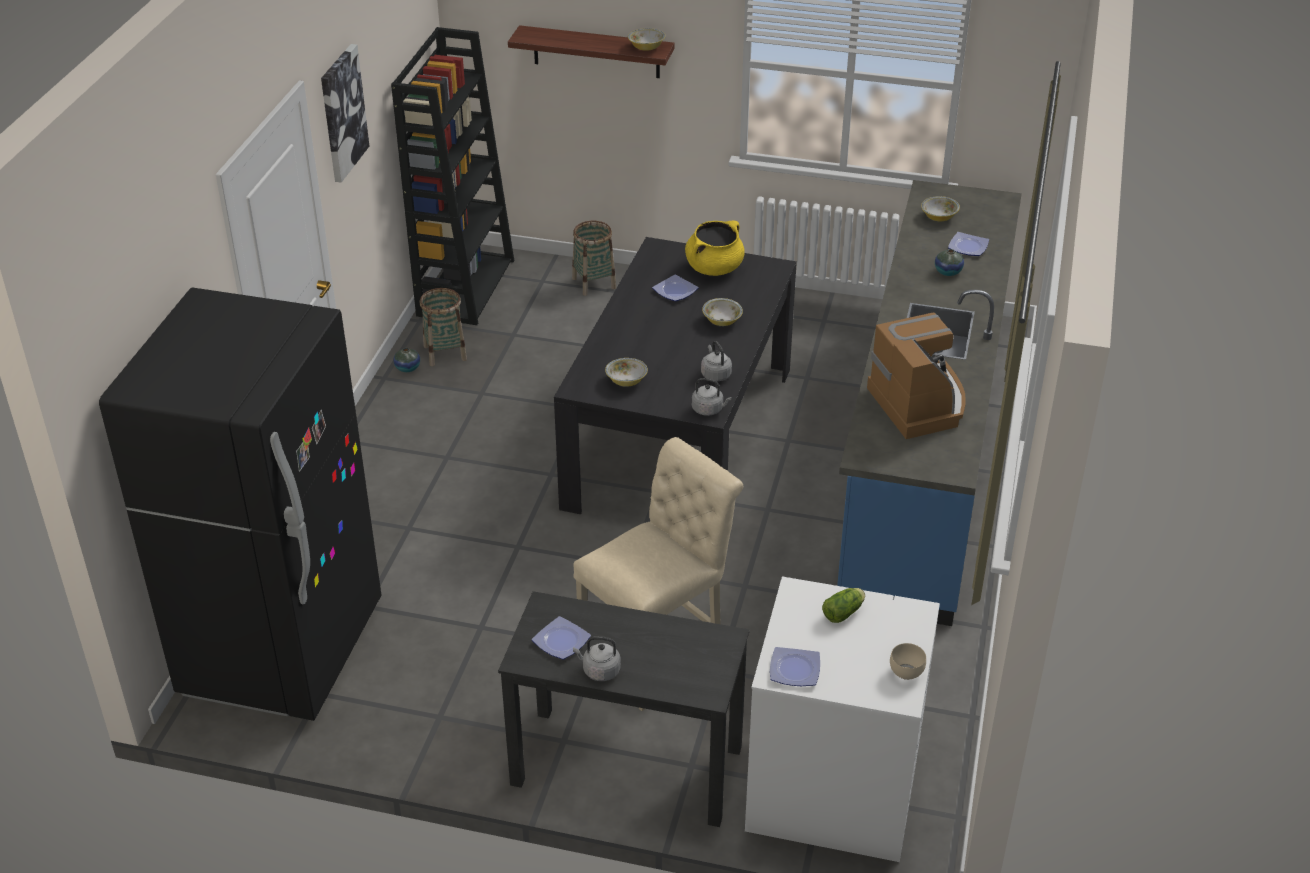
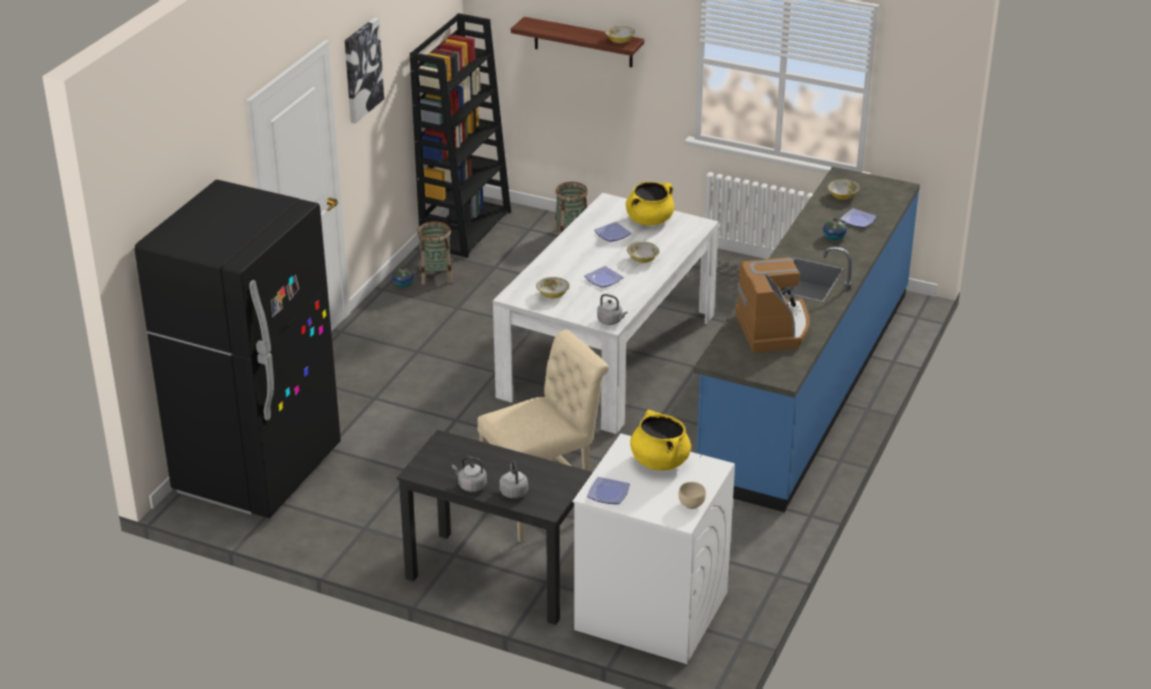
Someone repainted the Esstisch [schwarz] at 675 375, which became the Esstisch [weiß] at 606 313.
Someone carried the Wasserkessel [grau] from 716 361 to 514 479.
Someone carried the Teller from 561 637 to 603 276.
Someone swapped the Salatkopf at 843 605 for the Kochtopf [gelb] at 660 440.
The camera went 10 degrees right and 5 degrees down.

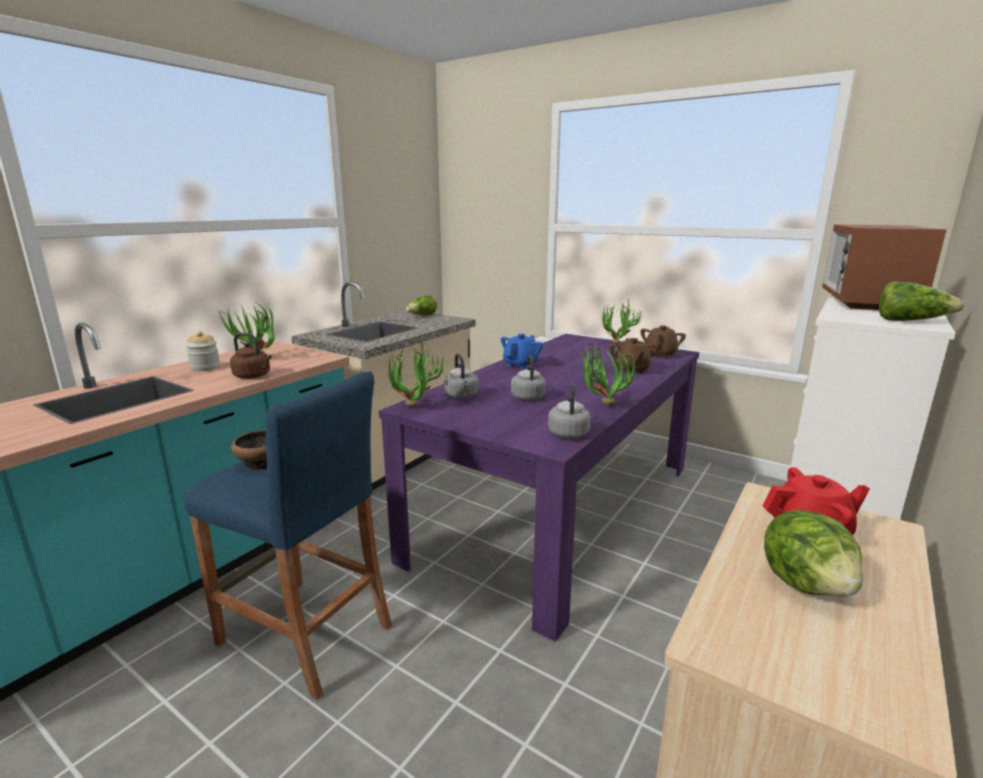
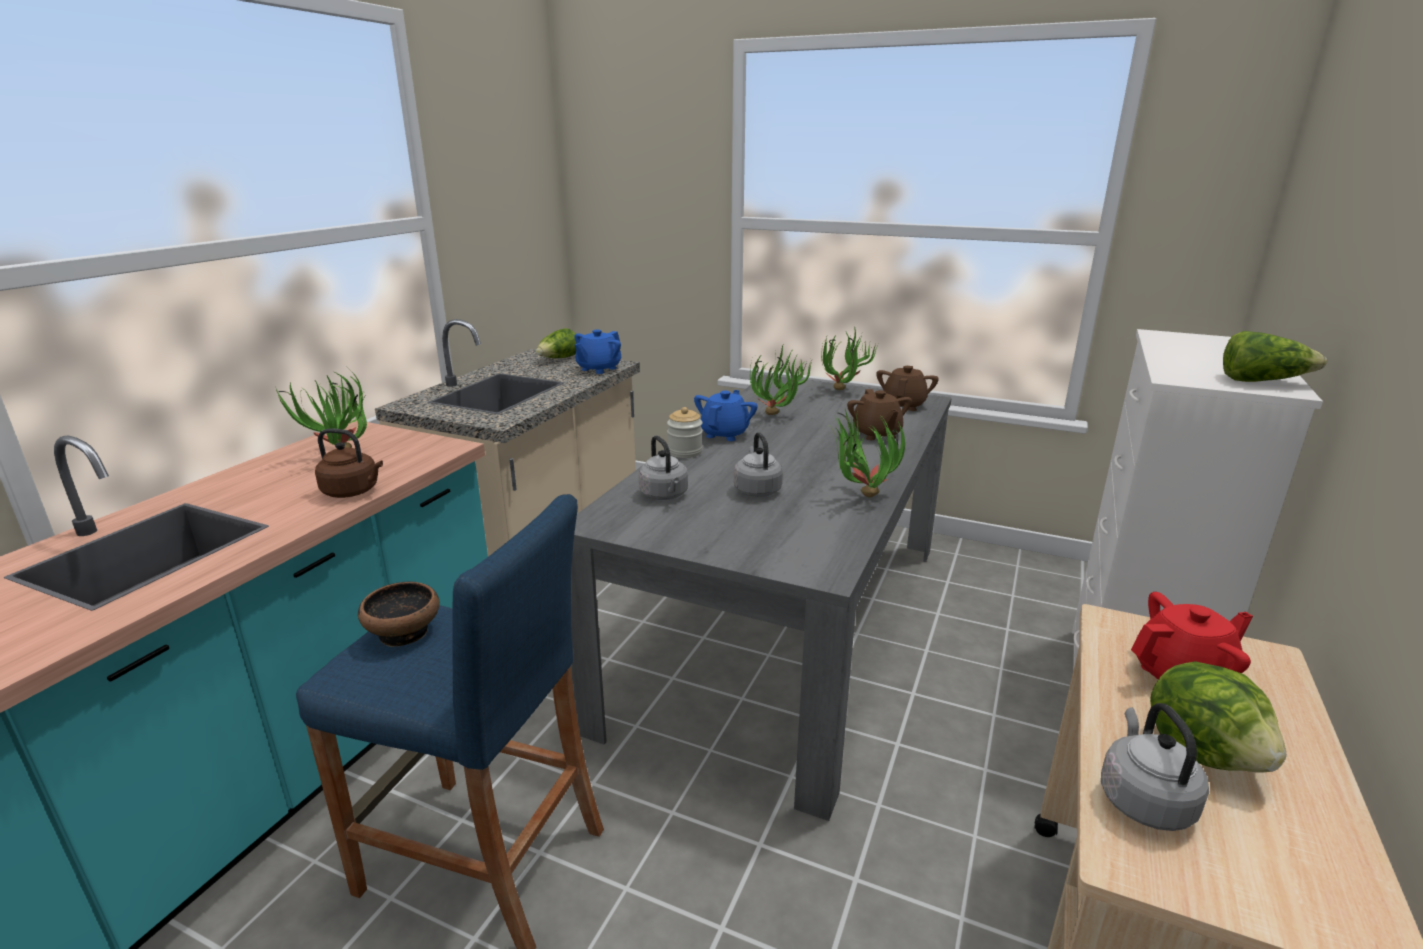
Someone repainted the Esstisch [lila] at 539 488, which became the Esstisch [grau] at 761 598.
Someone put down the Teekanne [blau] at 597 352.
Someone carried the Vorratsglas from 203 351 to 685 432.
Someone carried the Topfpflanze from 416 374 to 781 380.
Someone carried the Wasserkessel [grau] from 569 411 to 1155 767.
Someone took away the Mikrowelle at 884 267.
The camera went 10 degrees left and 5 degrees up.

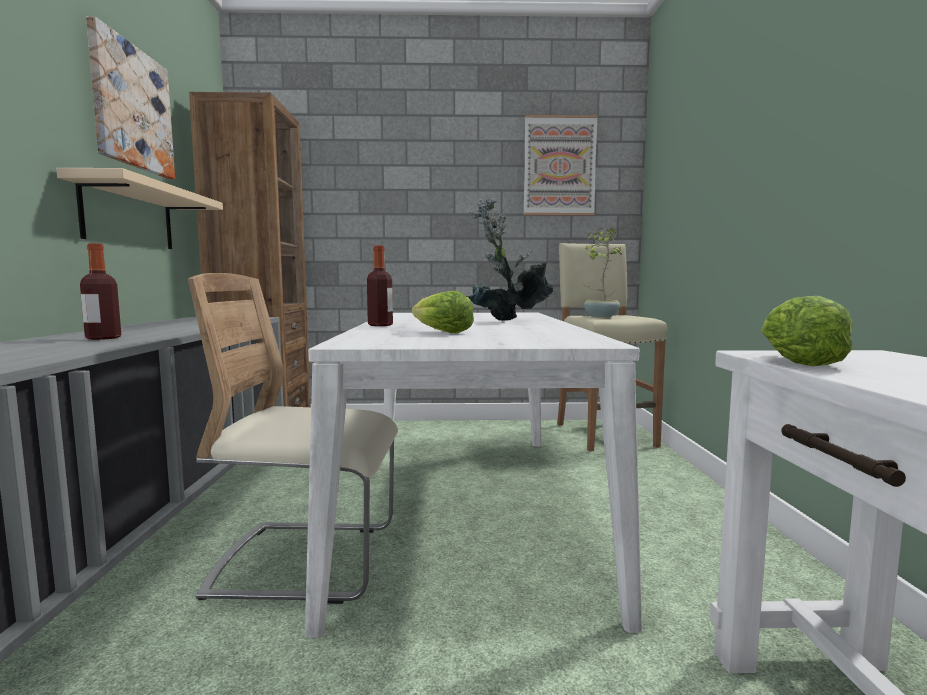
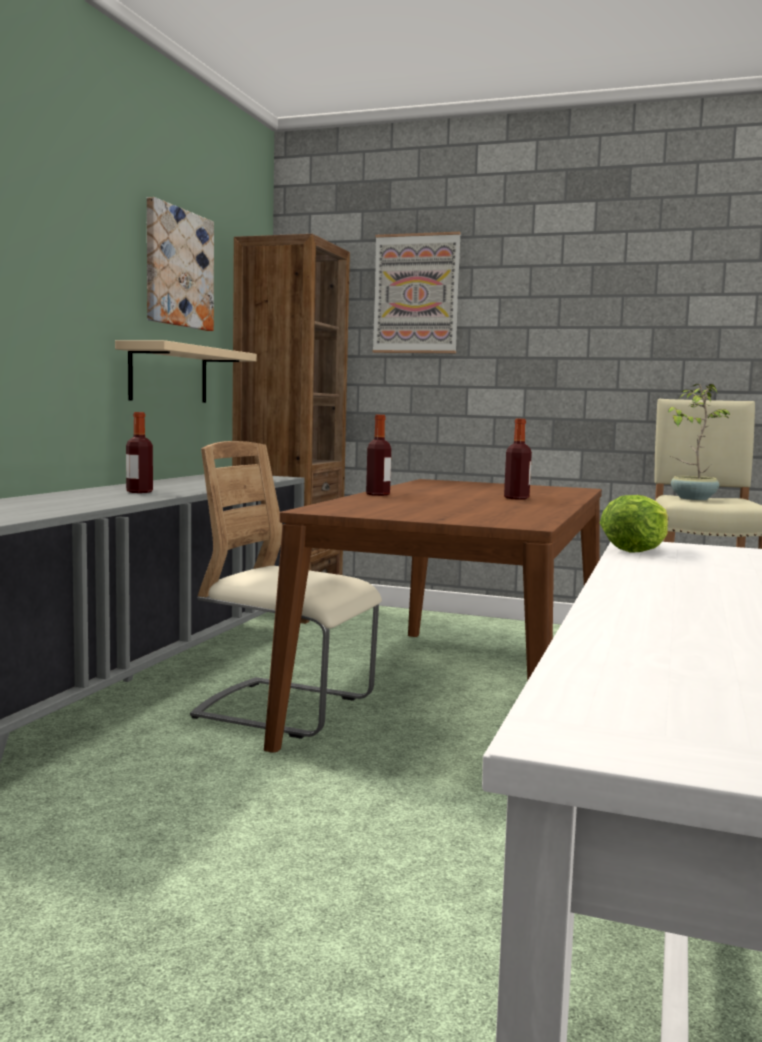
Someone repainted the Esstisch [weiß] at 473 475, which became the Esstisch [braun] at 433 616.
Someone carried the Bild from 561 165 to 417 292.
Someone swapped the Topfpflanze at 510 259 for the Flasche at 518 459.
Someone took away the Salatkopf at 443 312.
The camera went 20 degrees right and 0 degrees up.

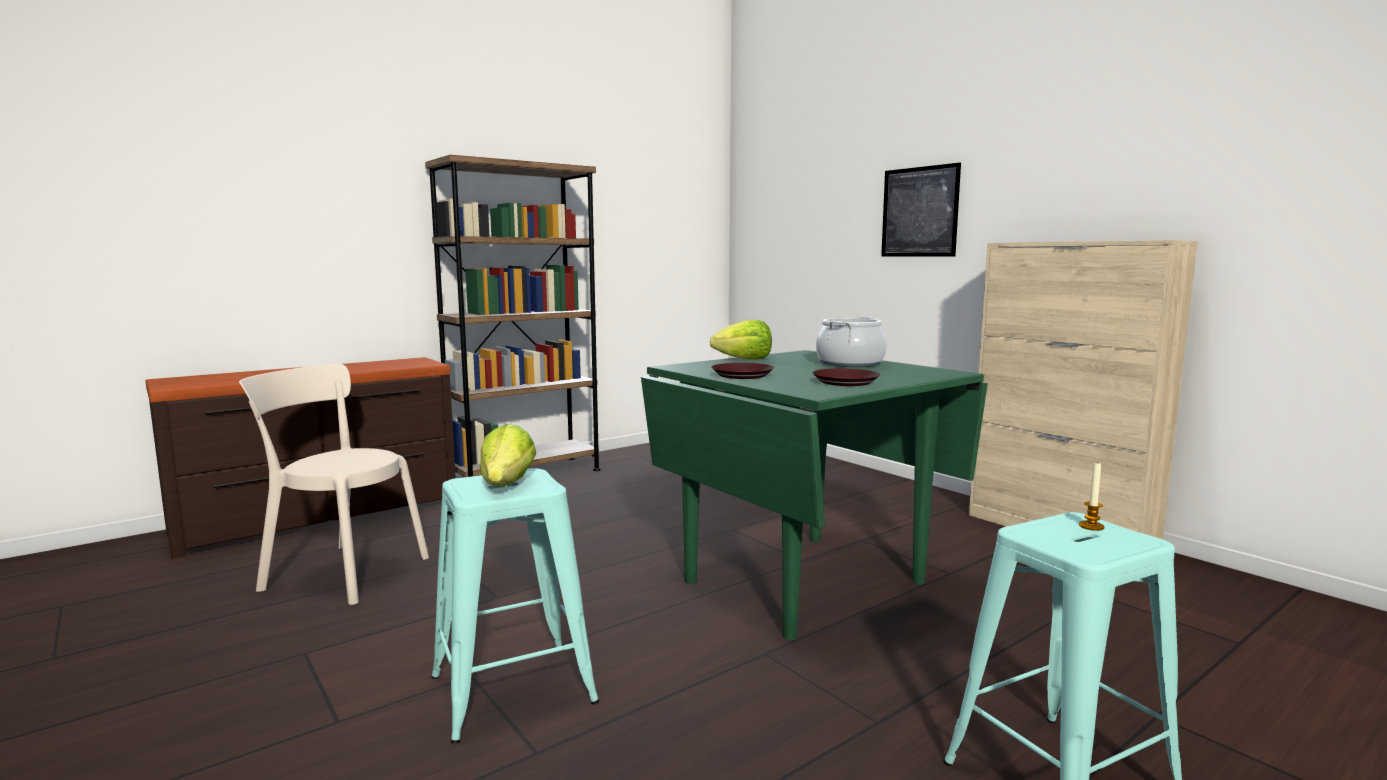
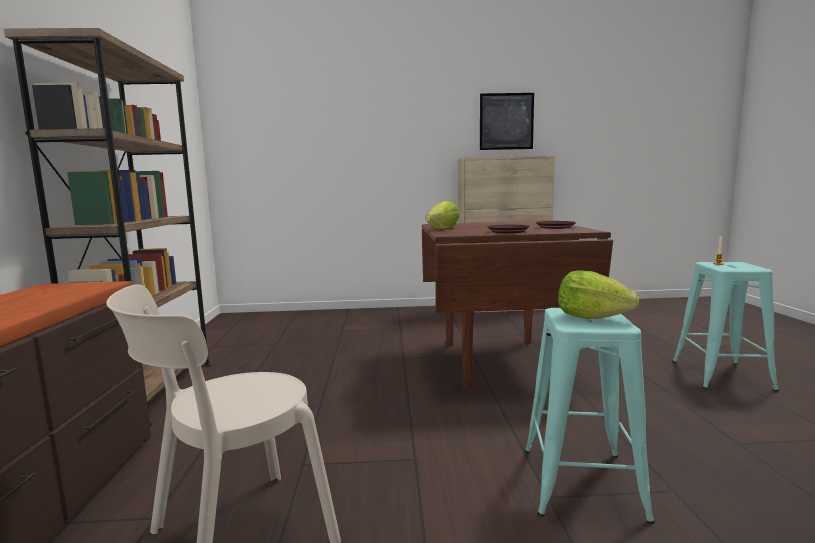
Someone repainted the Esstisch [grün] at 814 495, which became the Esstisch [braun] at 517 305.
Someone carried the Bild from 921 210 to 507 121.
Someone took away the Kochtopf at 851 341.
The camera went 55 degrees left and 0 degrees up.

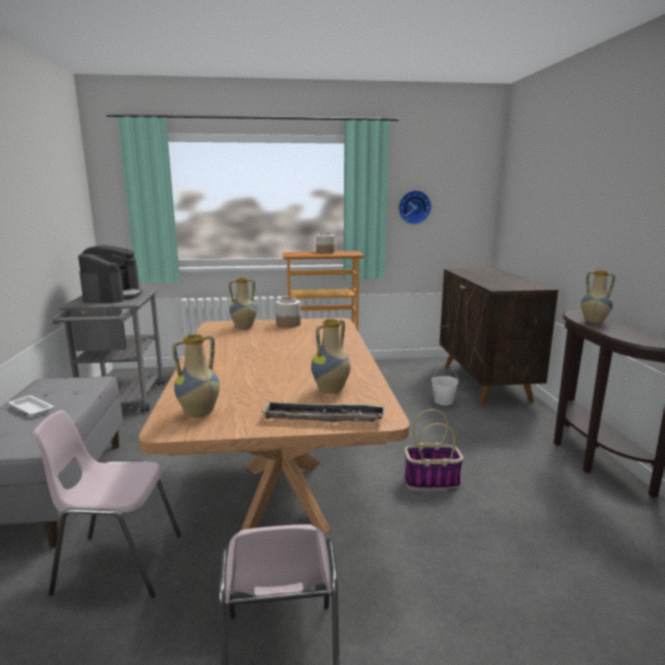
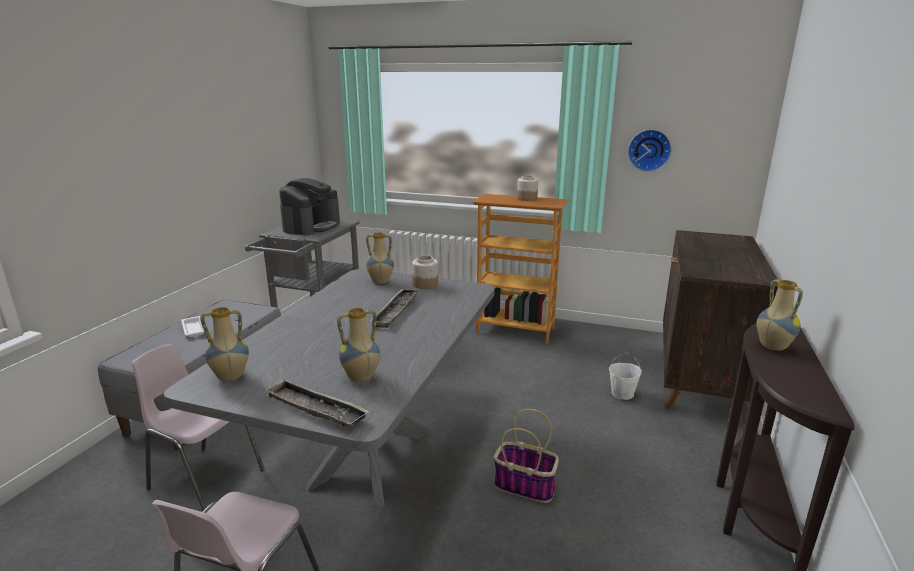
Someone repainted the Esstisch [braun] at 274 426, which became the Esstisch [grau] at 329 389.
Someone put down the Tablett at 394 308.
The camera went 25 degrees right and 5 degrees up.

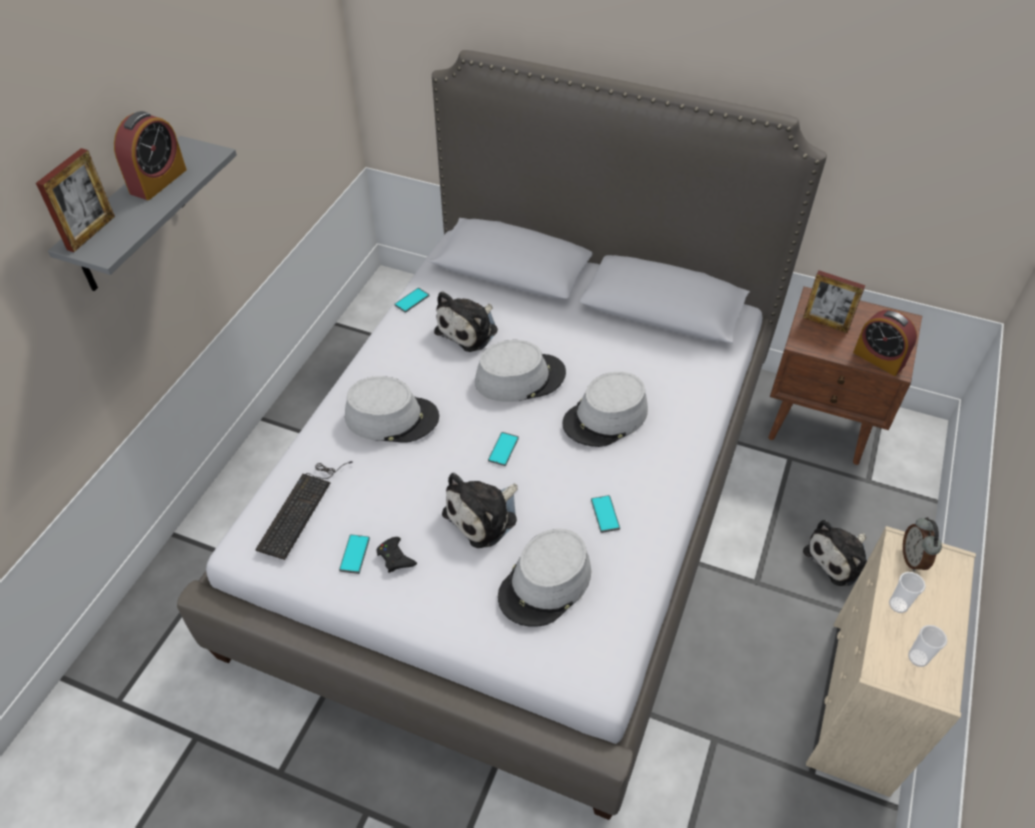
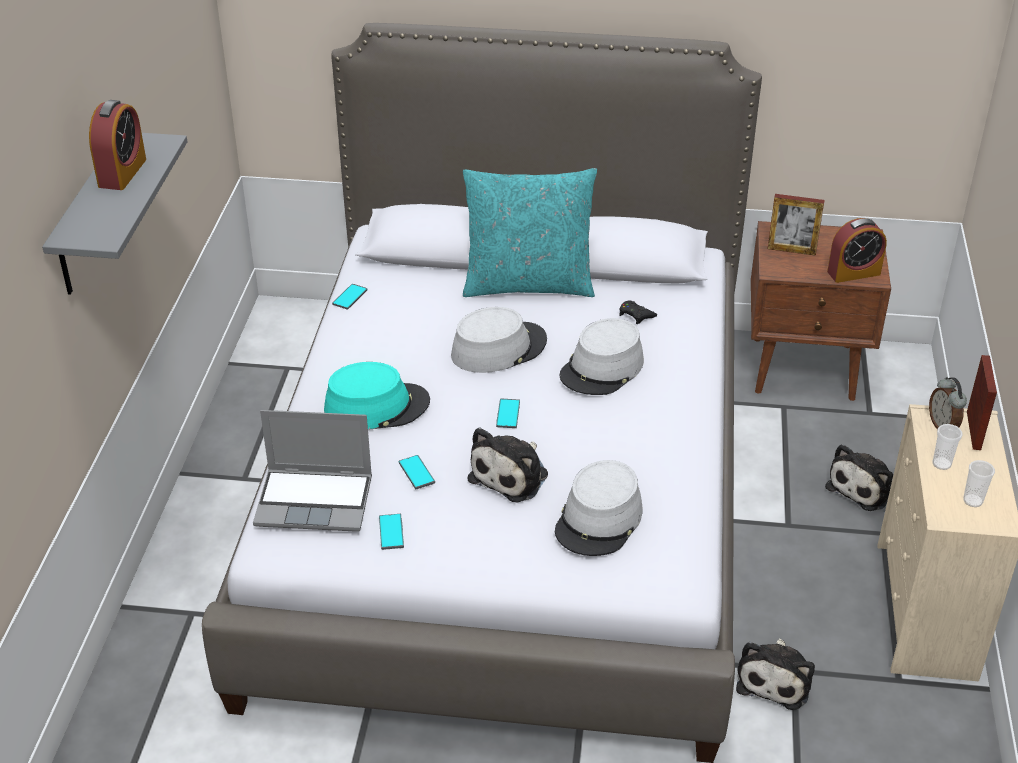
Someone swapped the Tastatur at 304 510 for the Laptop at 312 471.
Someone repainted the Hut [grau] at 392 409, which became the Hut [türkis] at 377 396.
Someone carried the Handy from 605 514 to 417 472.
Someone put down the Kissen [türkis] at 530 232.
Someone carried the Gamepad [schwarz] from 397 555 to 638 312.
Someone carried the Plüschtier from 466 321 to 775 674.
Someone rotated the Wecker at 885 343 by 45 degrees counterclockwise.
Someone carried the Bilderrahmen from 75 200 to 982 402.
The camera went 15 degrees left and 10 degrees down.

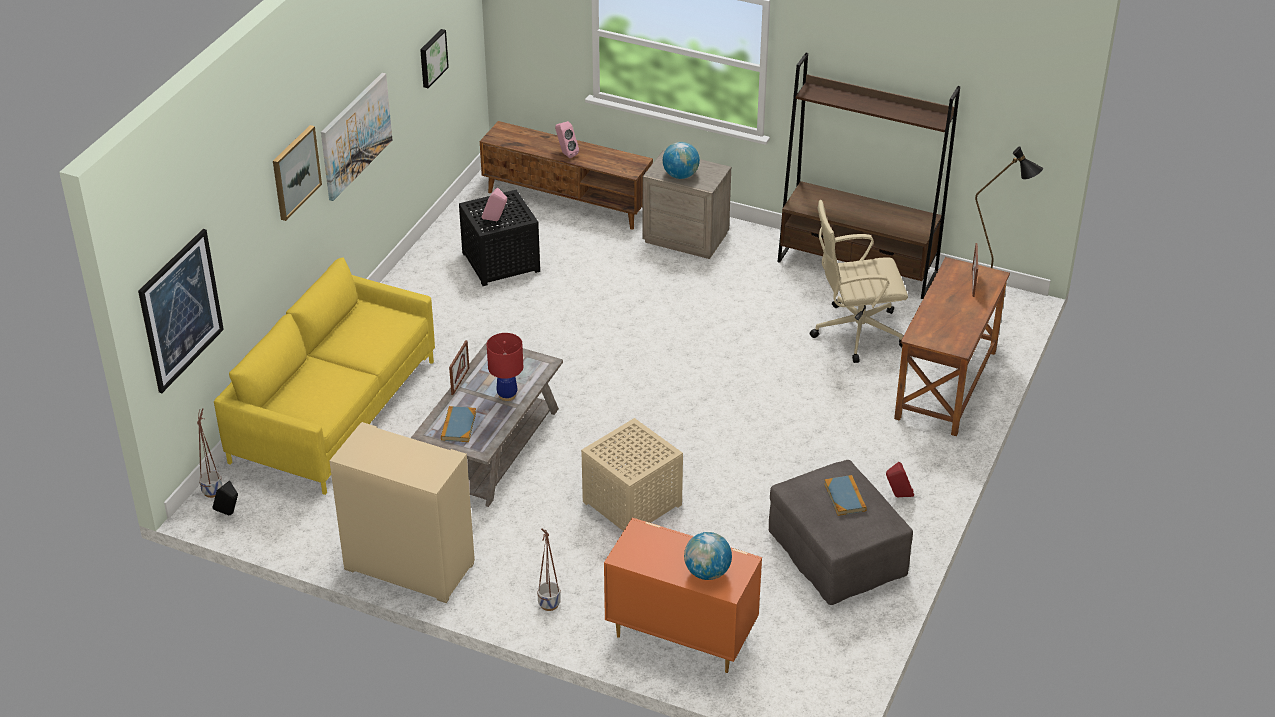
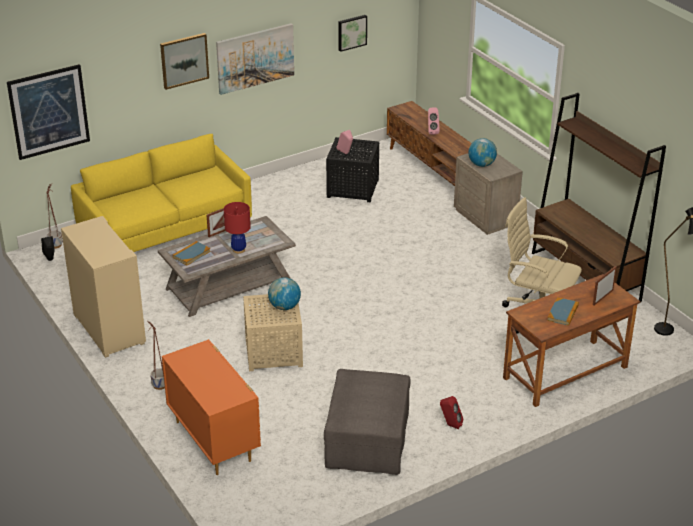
Someone carried the Globus from 708 556 to 284 294.
Someone carried the Buch from 845 495 to 563 311.
The camera went 35 degrees right and 5 degrees down.

